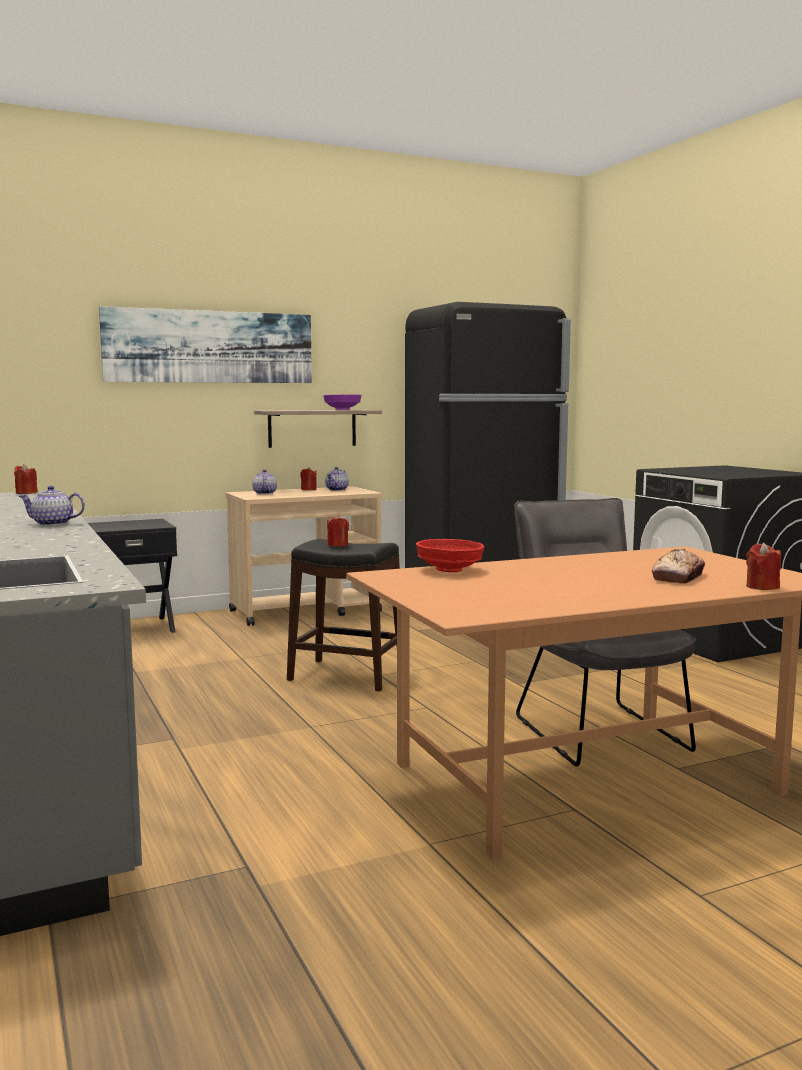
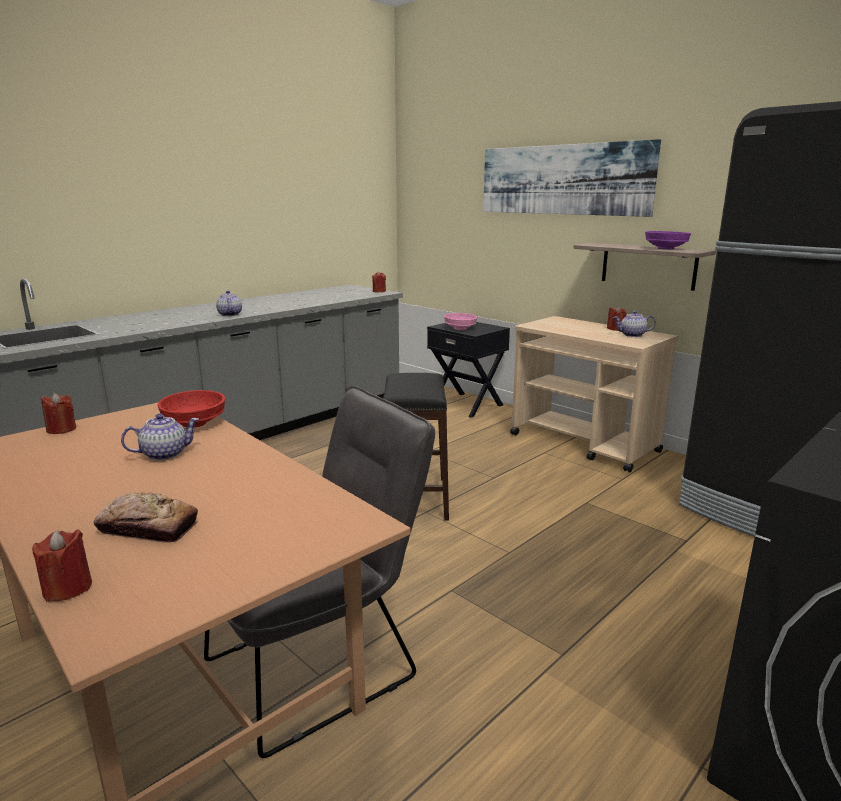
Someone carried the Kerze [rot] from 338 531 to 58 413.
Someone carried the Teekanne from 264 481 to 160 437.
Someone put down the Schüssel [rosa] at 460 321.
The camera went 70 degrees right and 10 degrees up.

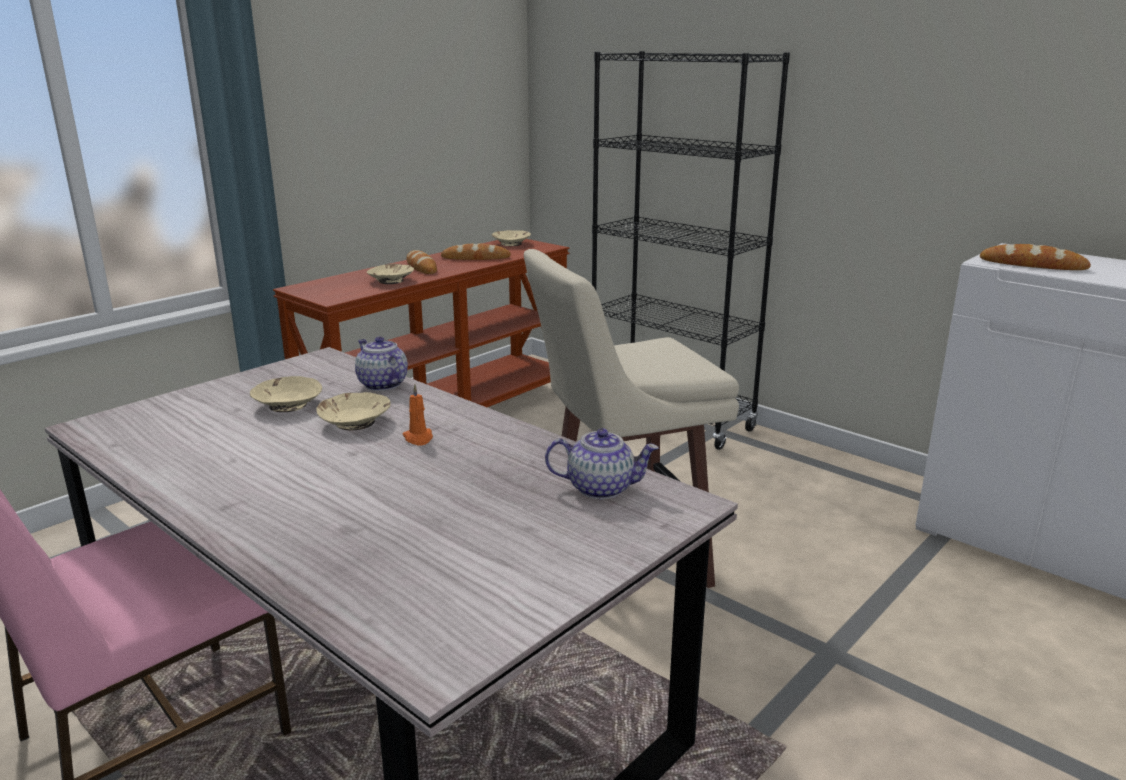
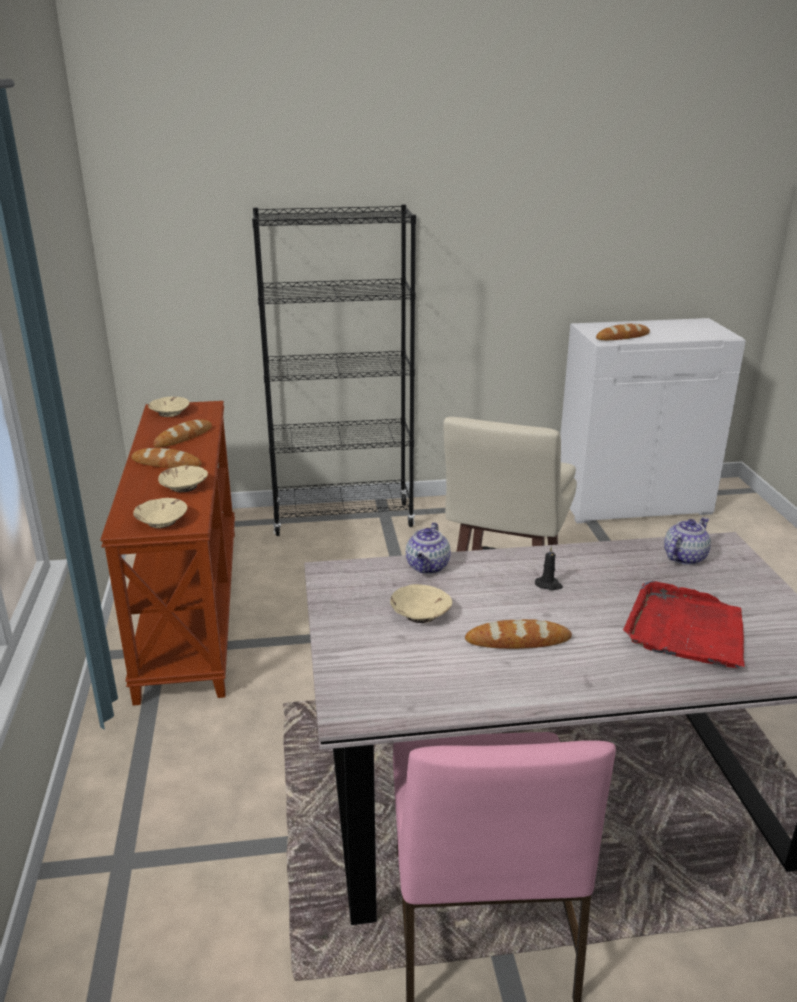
Someone carried the Schüssel [beige] from 353 411 to 160 513.
Someone rotated the Teekanne at 381 364 by 75 degrees counterclockwise.
Someone put down the Brot at 518 634.
Someone repainted the Kerze [orange] at 417 415, which became the Kerze [schwarz] at 549 568.
Someone put down the Tablett [rot] at 683 624.
The camera went 50 degrees left and 5 degrees up.

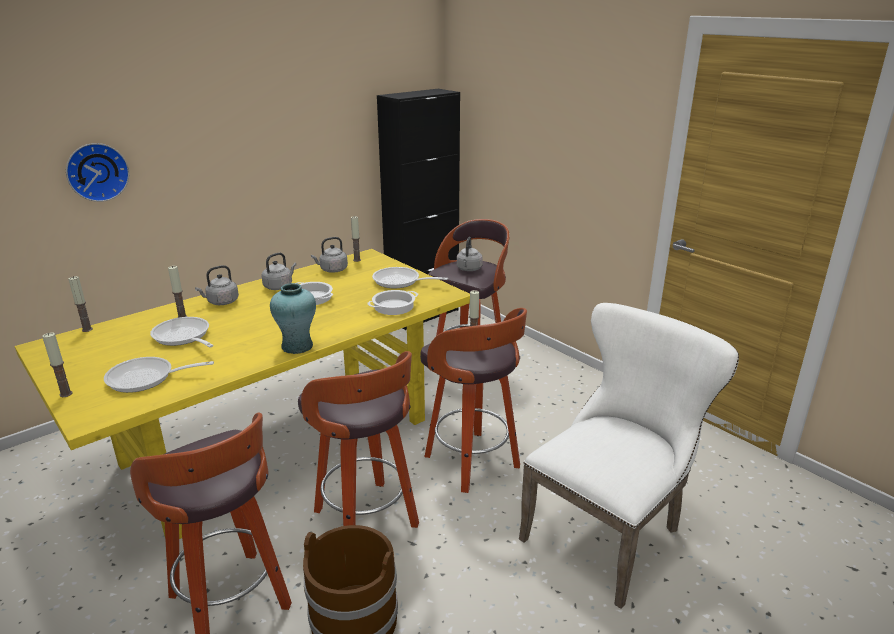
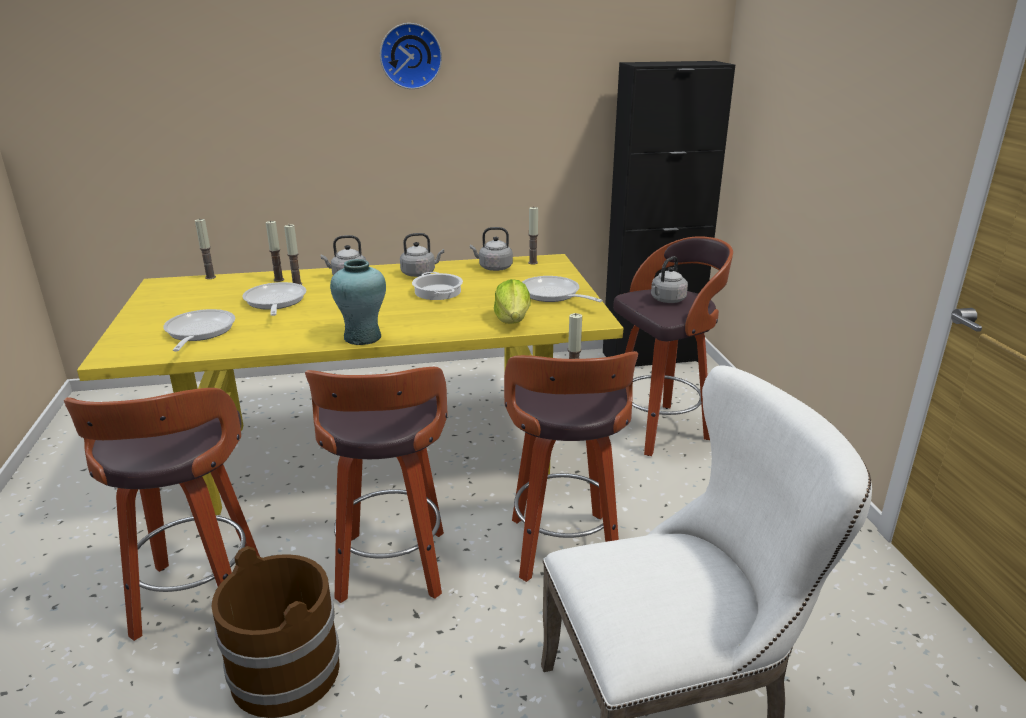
Someone rotated the Pfanne at 159 375 by 60 degrees clockwise.
Someone carried the Kerze from 57 364 to 275 251.
Someone carried the Wanduhr from 97 172 to 411 56.
Someone swapped the Kochtopf at 392 302 for the Salatkopf at 512 301.
The camera went 30 degrees right and 0 degrees up.

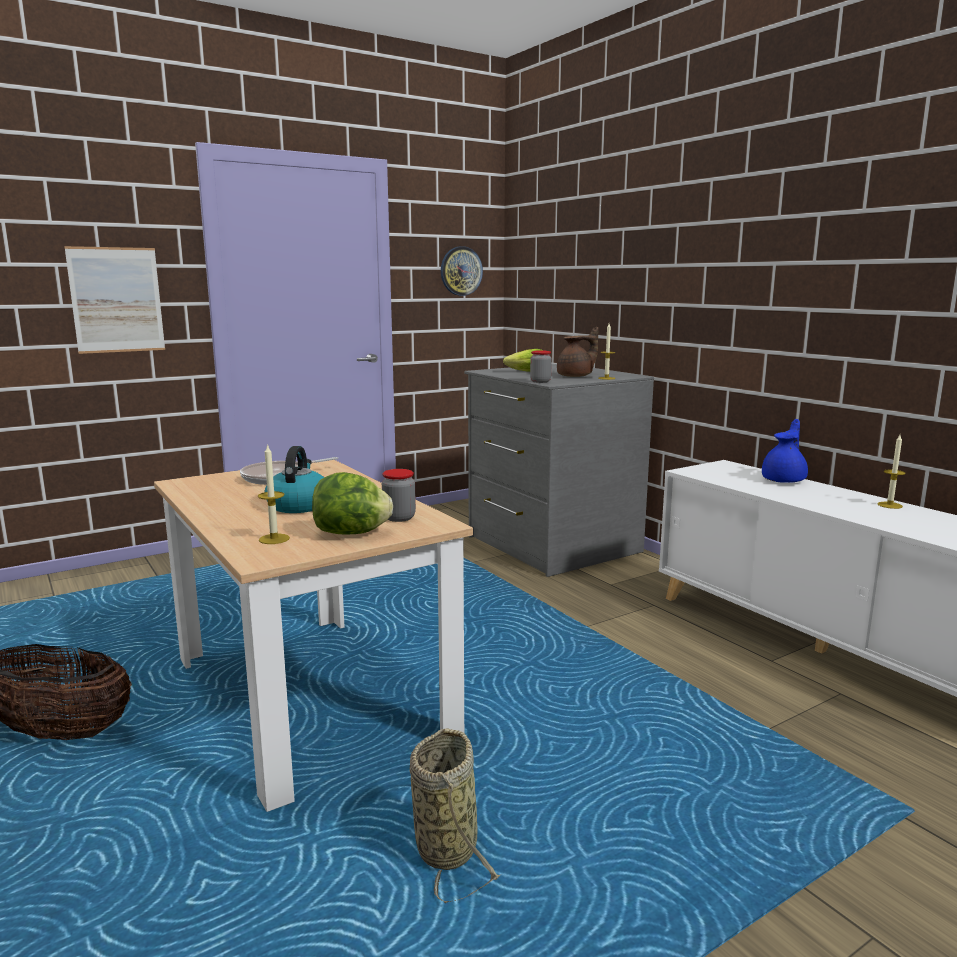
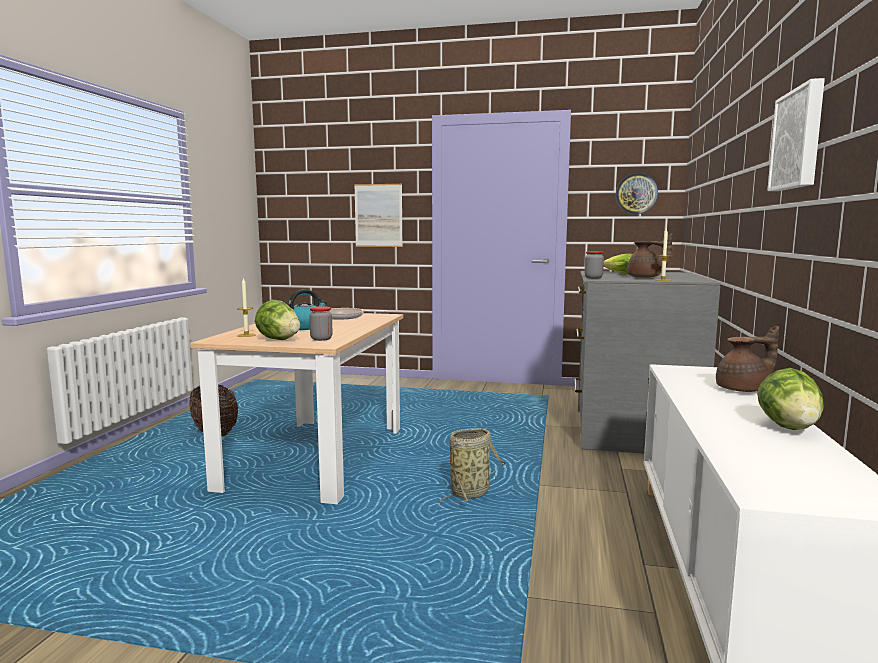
Someone carried the Korb from 455 815 to 473 465.
Someone repainted the Teekanne [blau] at 785 451, which became the Teekanne [braun] at 747 359.
Someone swapped the Kerze at 891 472 for the Salatkopf at 790 399.
Someone put up the Bild at 796 134.
The camera went 45 degrees right and 5 degrees down.

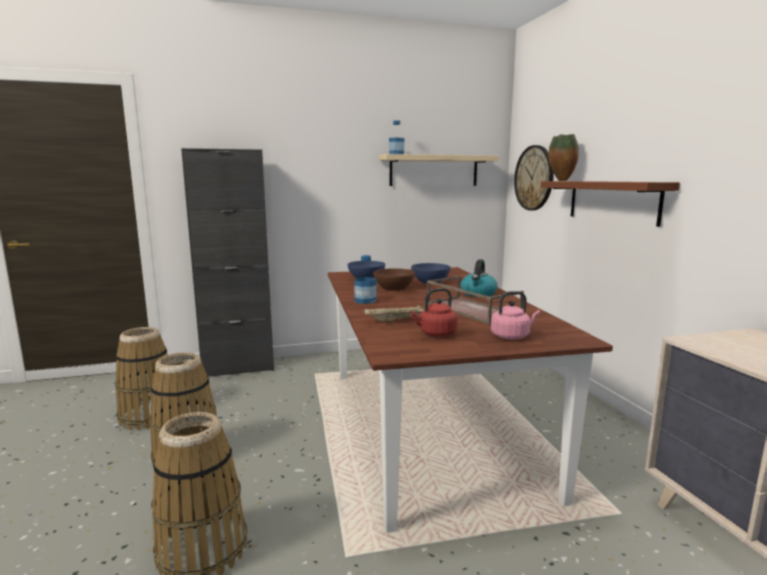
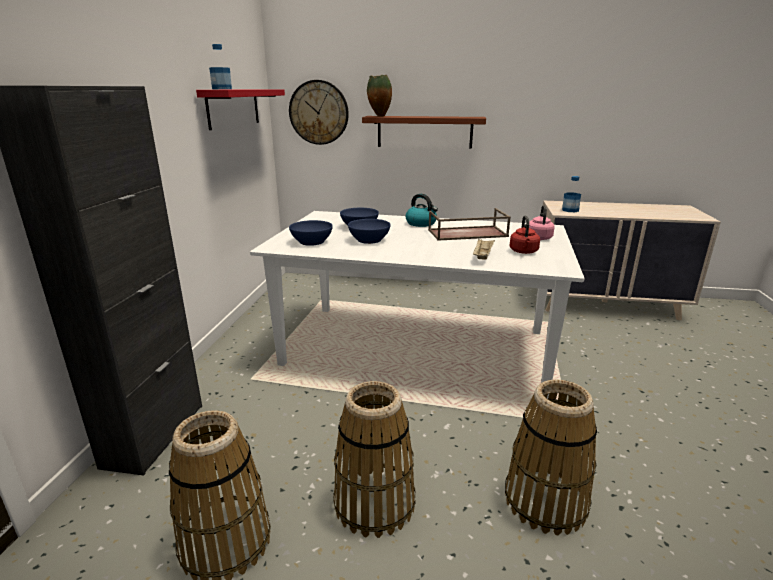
Someone repainted the Wandregal [beige] at 439 170, which became the Wandregal [rot] at 240 109.
Someone repainted the Esstisch [braun] at 470 400, which became the Esstisch [weiß] at 417 305.
Someone repainted the Schüssel [braun] at 394 279, which became the Schüssel [blau] at 369 231.
Someone carried the Flasche from 365 279 to 571 194.
The camera went 65 degrees left and 10 degrees up.

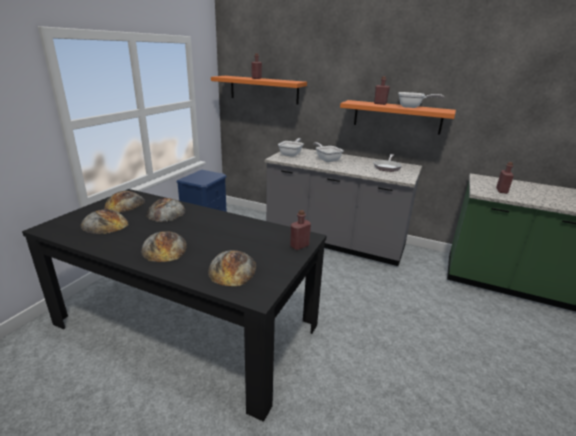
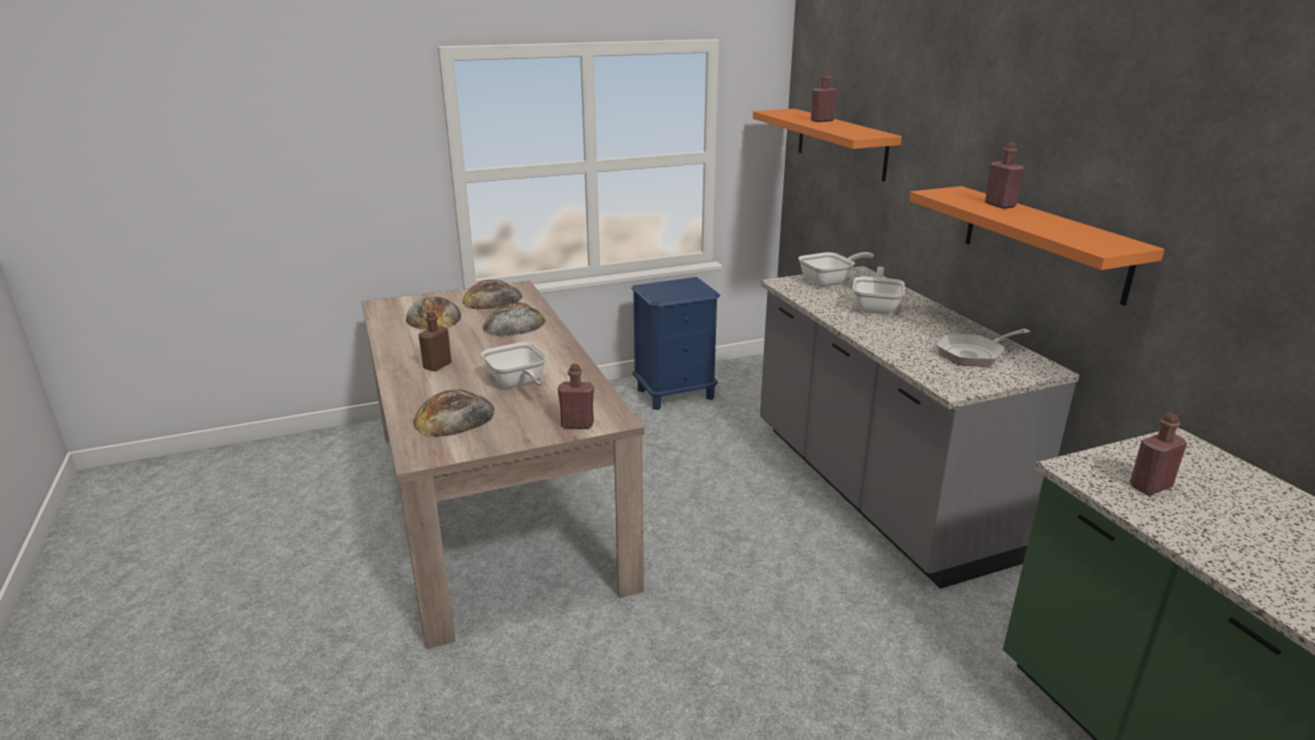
Someone repainted the Esstisch [schwarz] at 174 305, which became the Esstisch [beige] at 503 465.
Someone swapped the Brot at 164 246 for the Flasche [braun] at 435 341.
Someone carried the Pfanne from 421 100 to 514 365.
The camera went 45 degrees right and 0 degrees up.

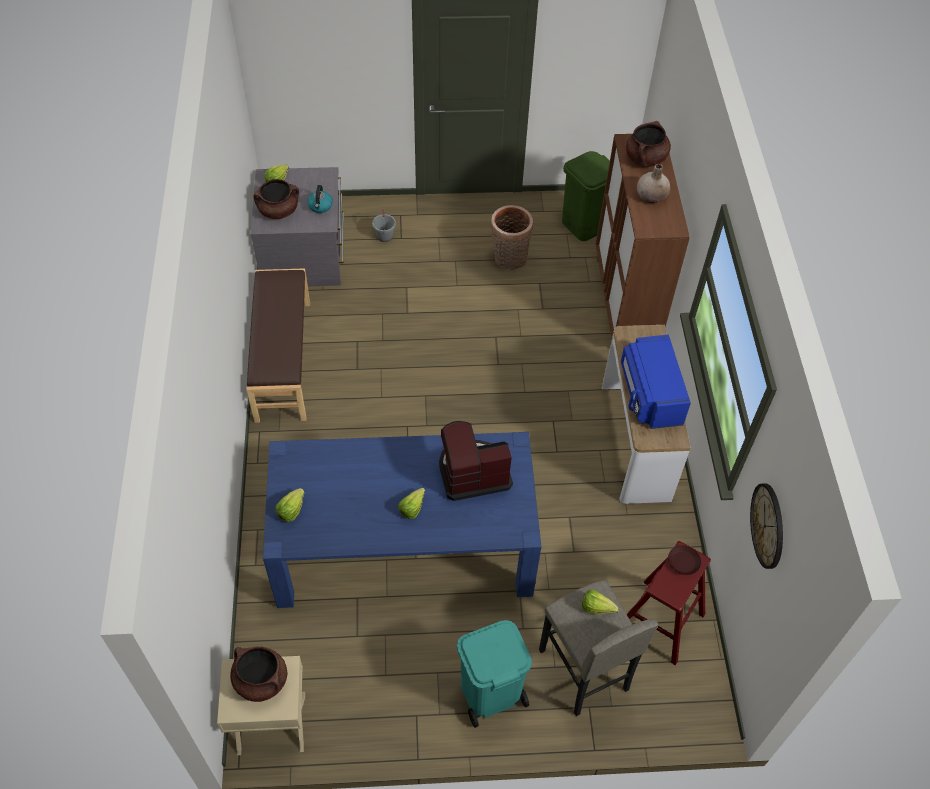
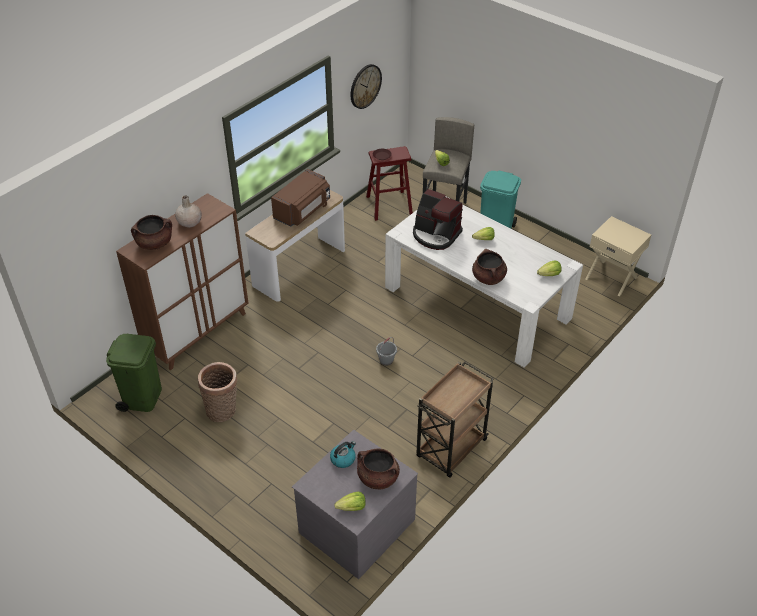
Someone repainted the Mikrowelle [blau] at 656 382, which became the Mikrowelle [braun] at 300 198.
Someone carried the Eimer [grau] from 384 225 to 386 351.
Someone repainted the Esstisch [blau] at 402 520, which became the Esstisch [weiß] at 484 282.
Someone swapped the Bank [braun] at 278 345 for the Rollwagen [braun] at 455 419.
Someone carried the Kochtopf [braun] from 258 674 to 489 267.
The camera went 135 degrees left and 10 degrees down.

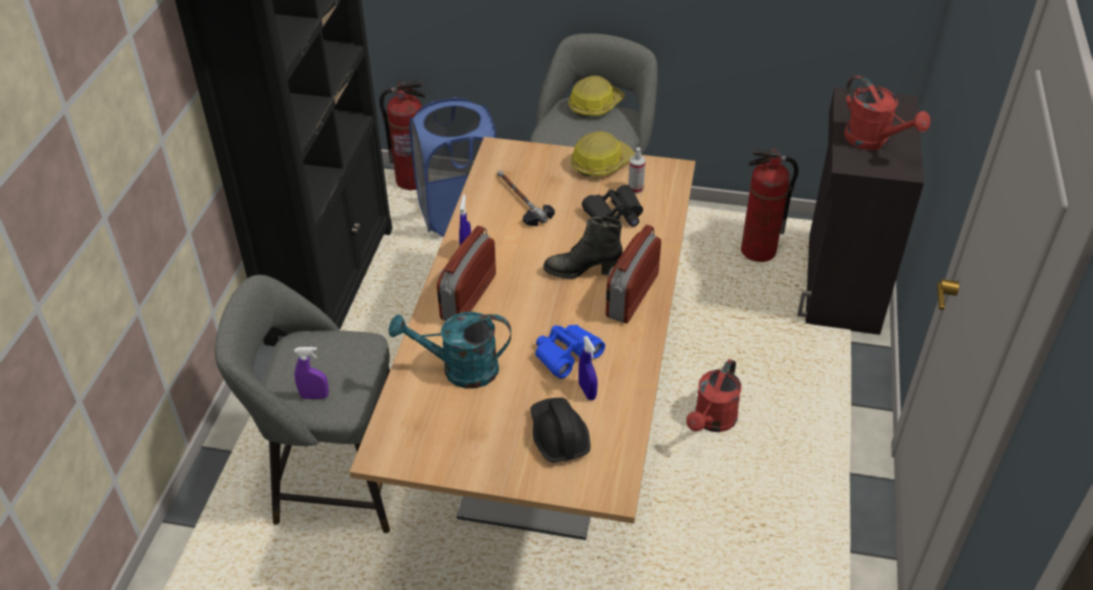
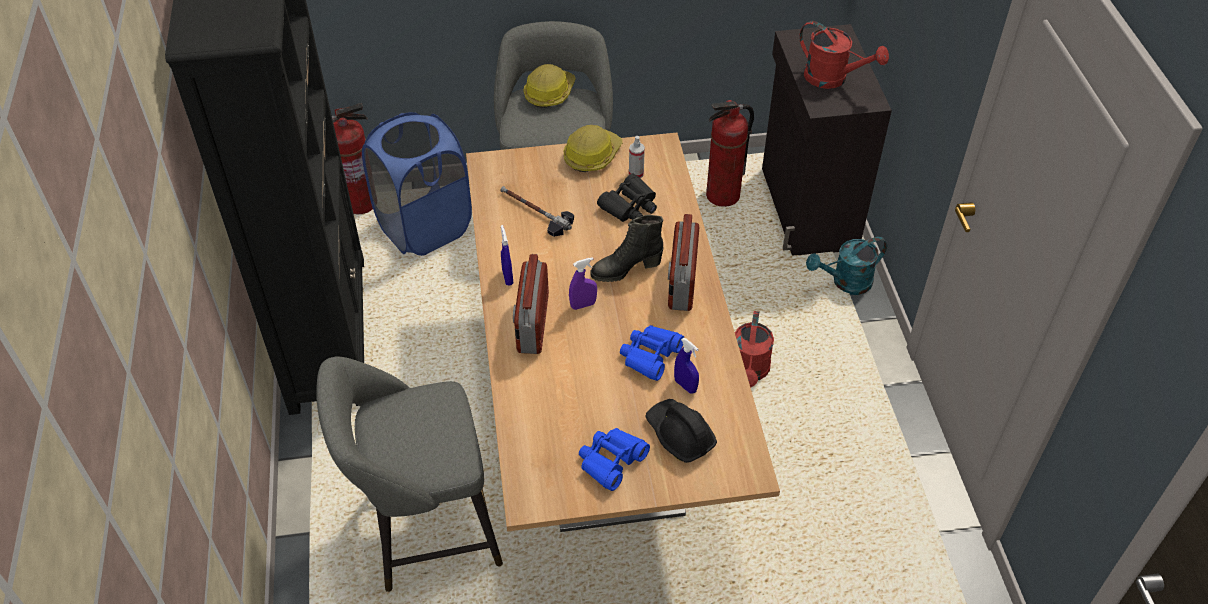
Someone carried the Sprühflasche [lila] from 311 373 to 583 283.
Someone put down the Fernglas [blau] at 614 459.
Someone carried the Gießkanne [türkis] from 450 350 to 846 266.
The camera went 20 degrees left and 5 degrees up.

